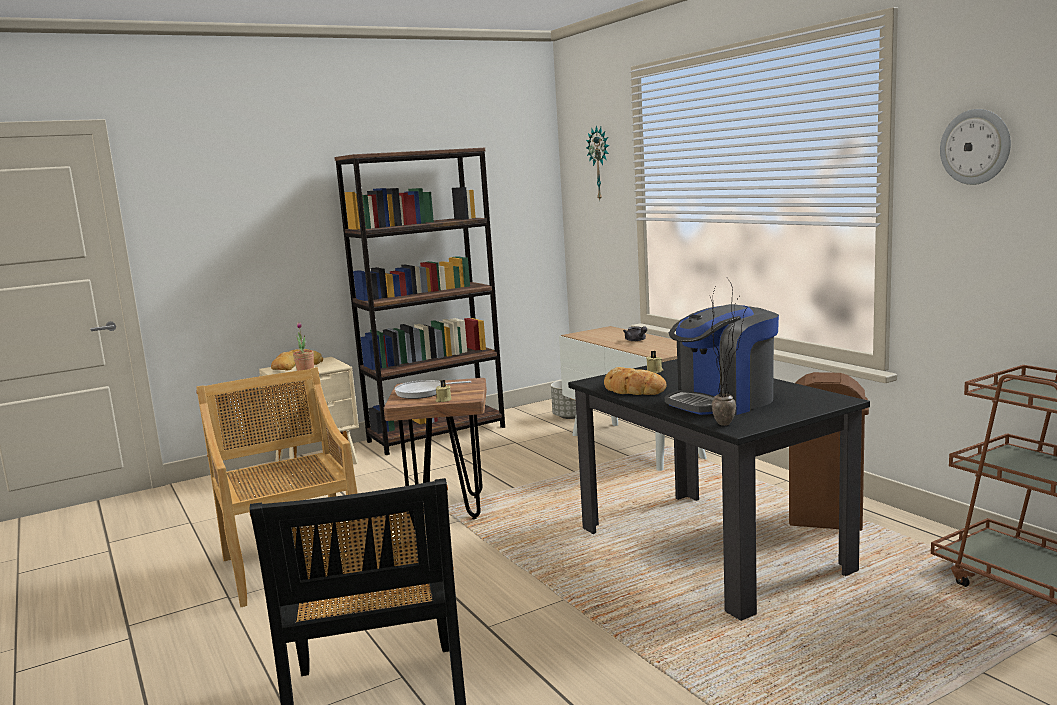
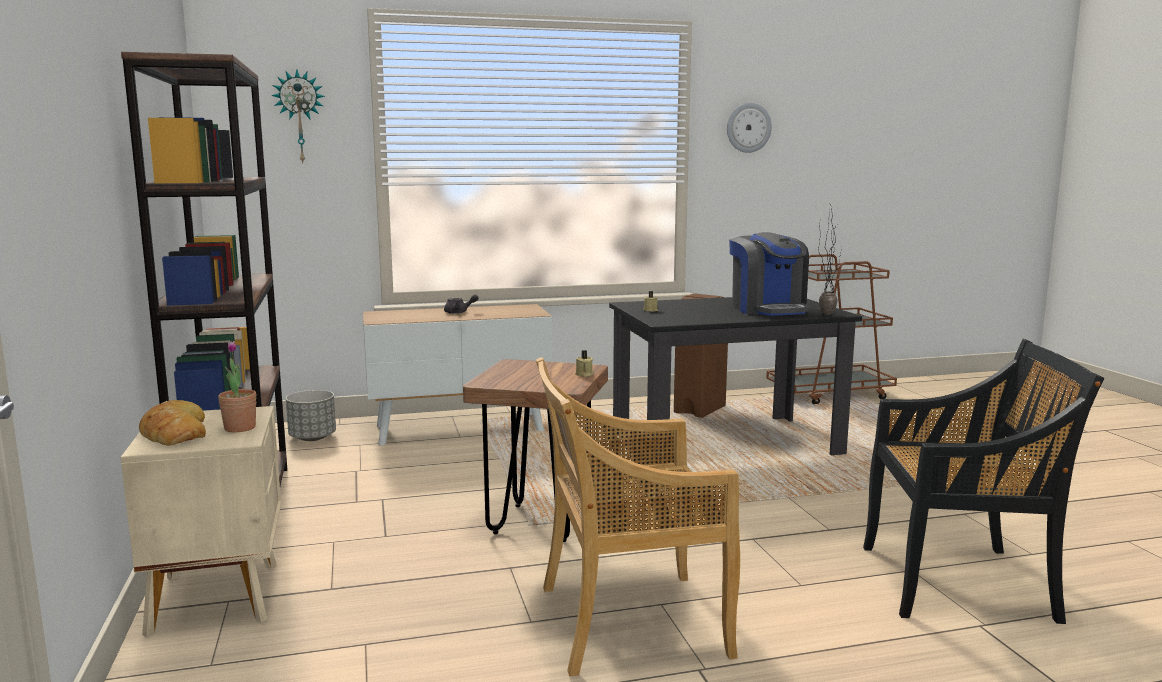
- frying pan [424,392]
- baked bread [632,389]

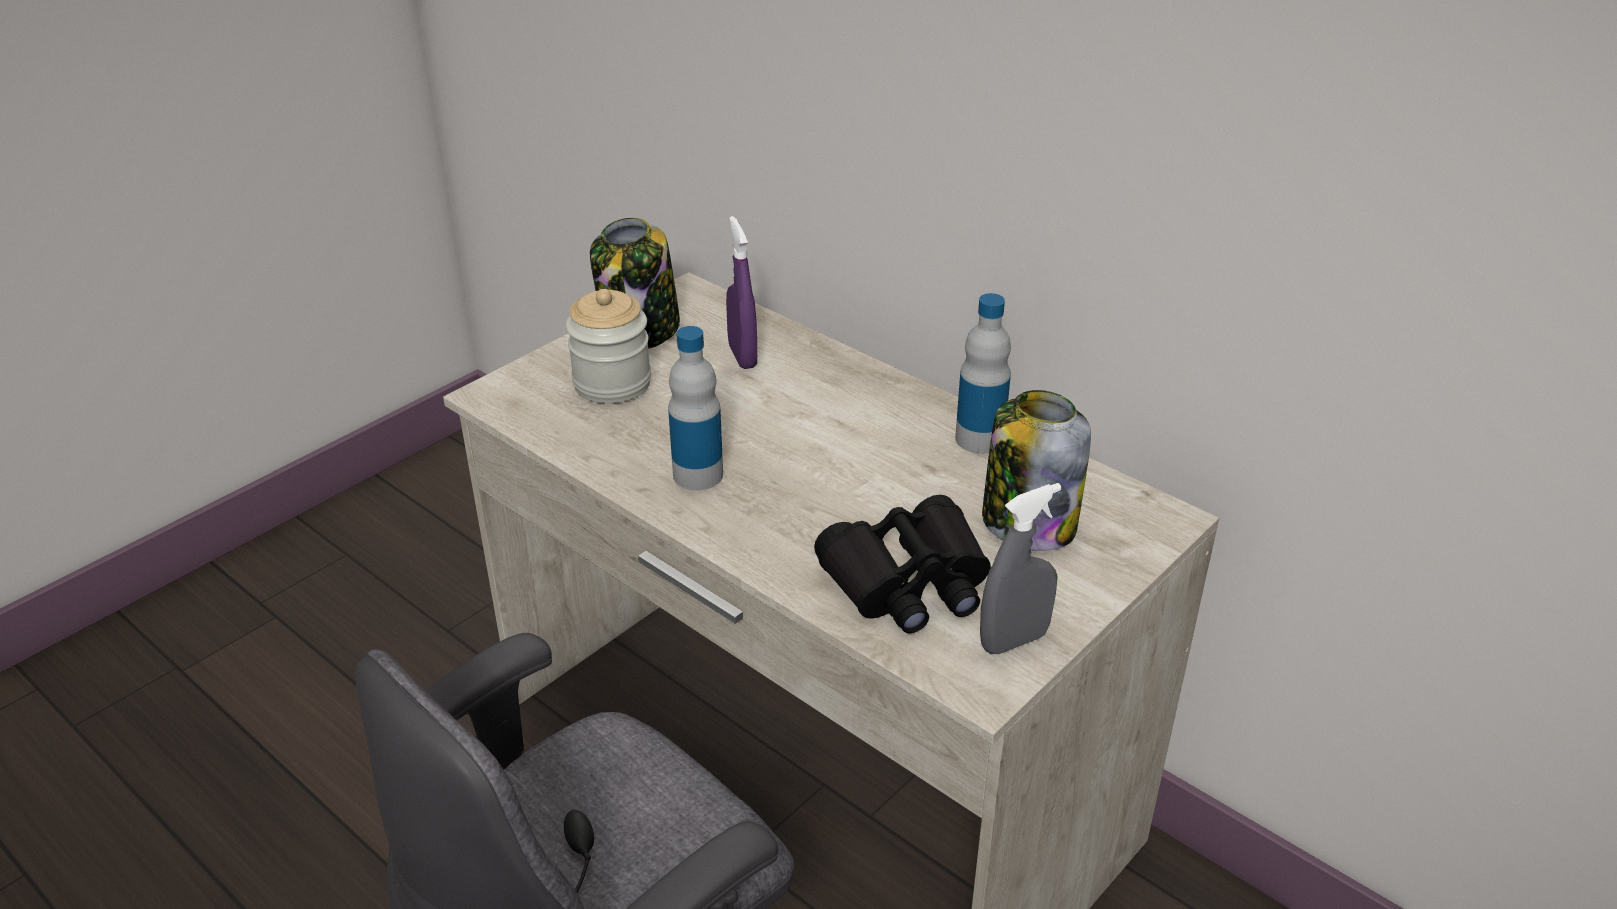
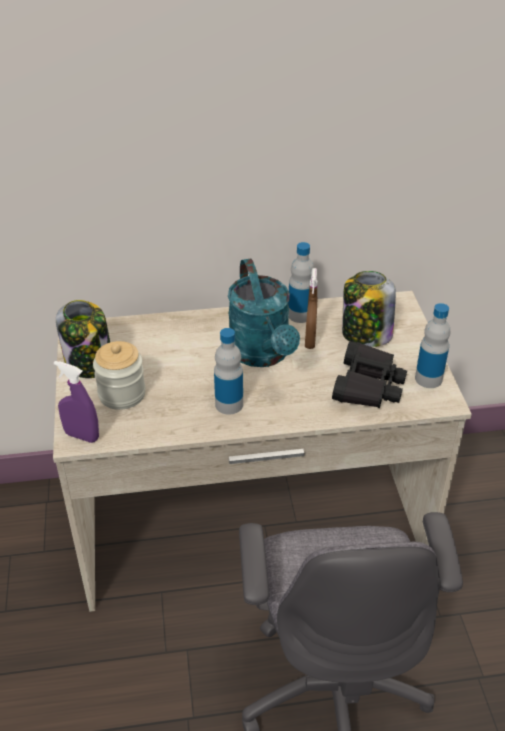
+ blue-green sprinkling can [263,355]
+ brown-coloured sprayer [310,340]
~ purple-coloured sprayer [742,356] to [82,436]
~ greyish sprayer [1014,641] to bottle [428,379]

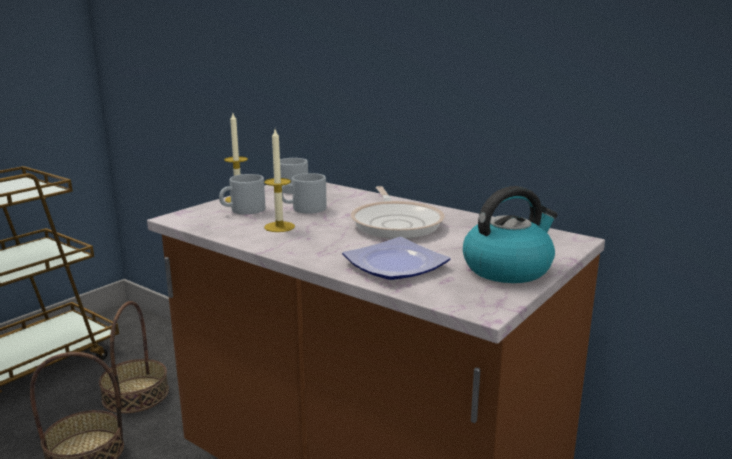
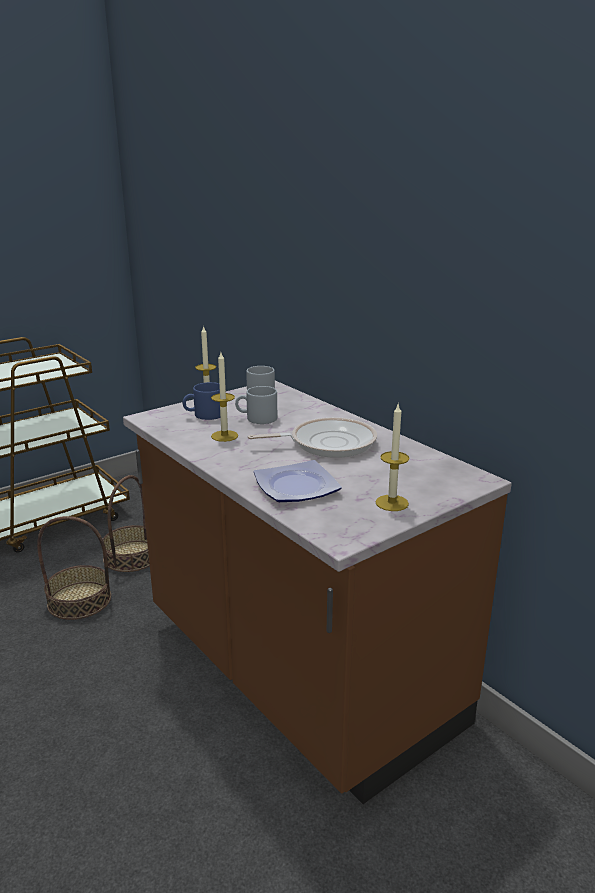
~ kettle [507,268] to wax candle [392,503]
~ greyish tea mug [243,210] to blue-coloured tea mug [204,415]
~ frying pan [396,223] = [327,443] 105 degrees counterclockwise

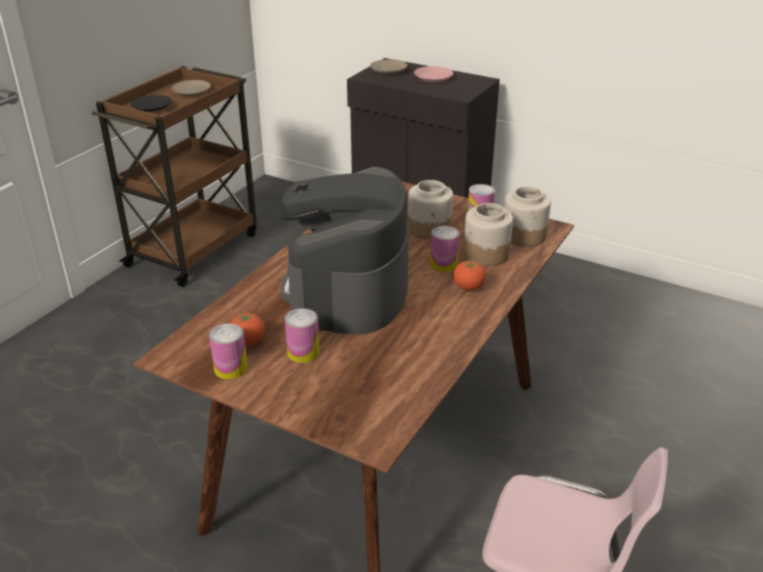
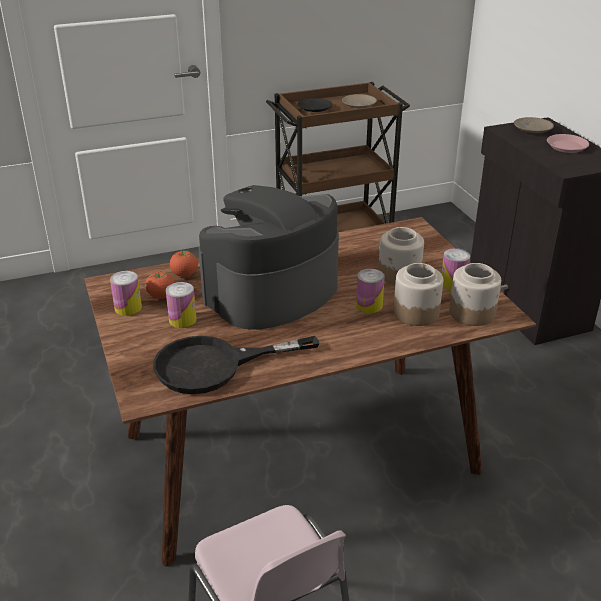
+ black frying pan [214,365]
~ whole tomato [468,287] to [184,274]

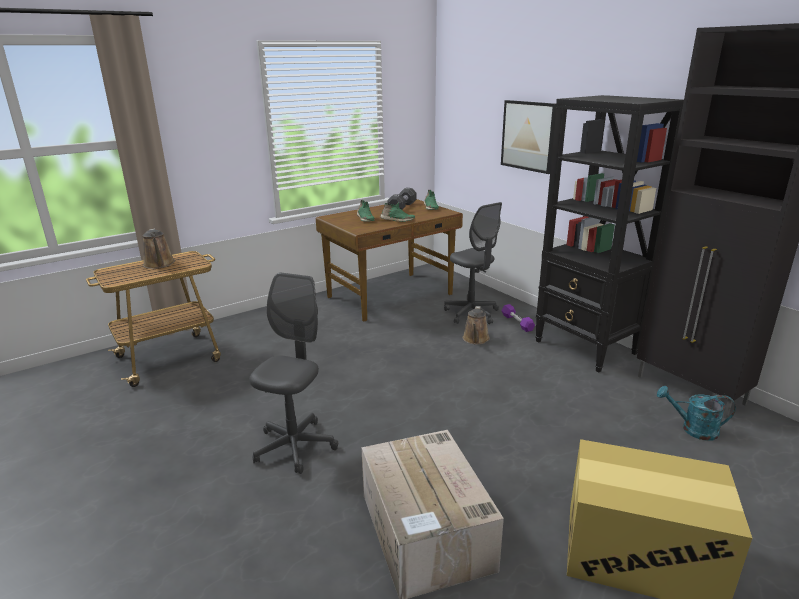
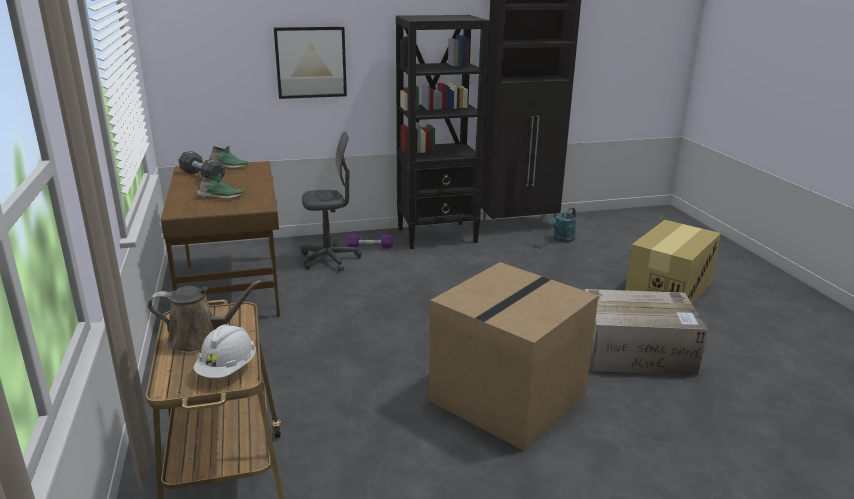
- greenish low shoe [397,220]
- brown-coloured sprinkling can [475,339]
+ white hard hat [227,369]
~ greyish computer chair [295,447] to cardboard box [507,395]

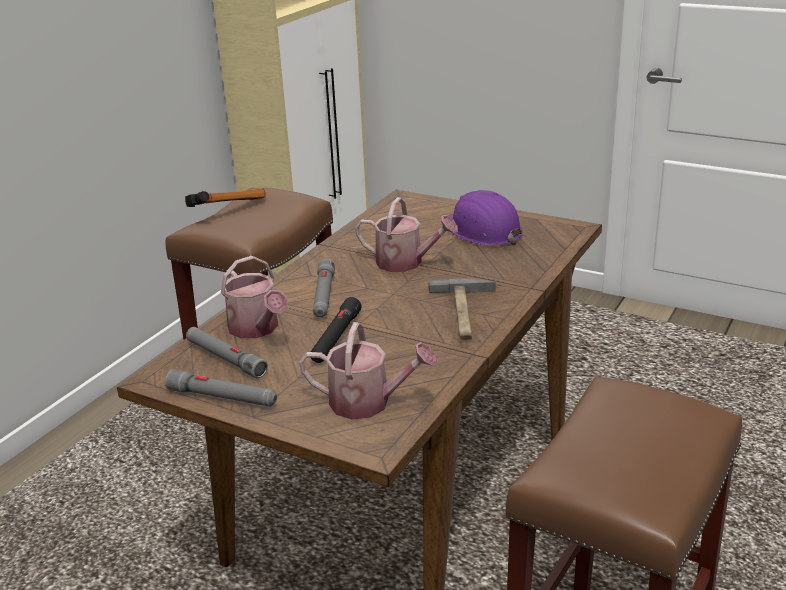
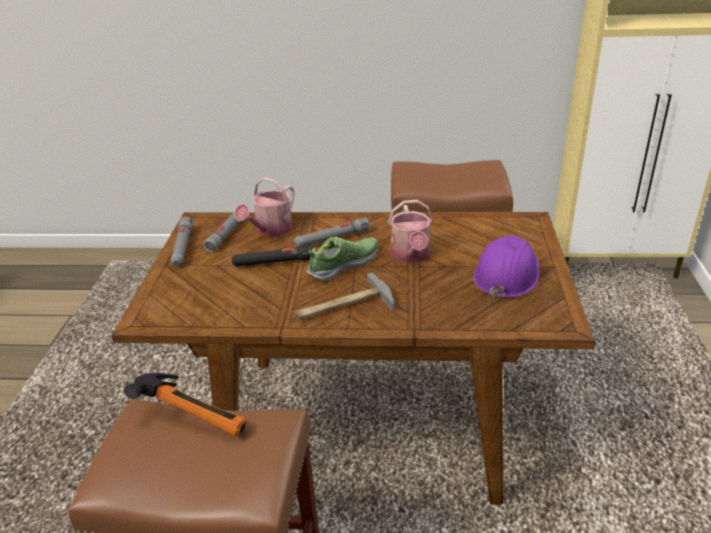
- sprinkling can [368,402]
+ low shoe [344,265]
~ hand hammer [225,210] to [196,414]

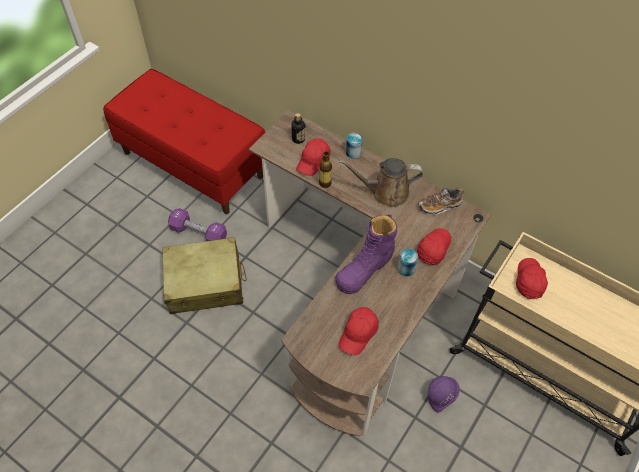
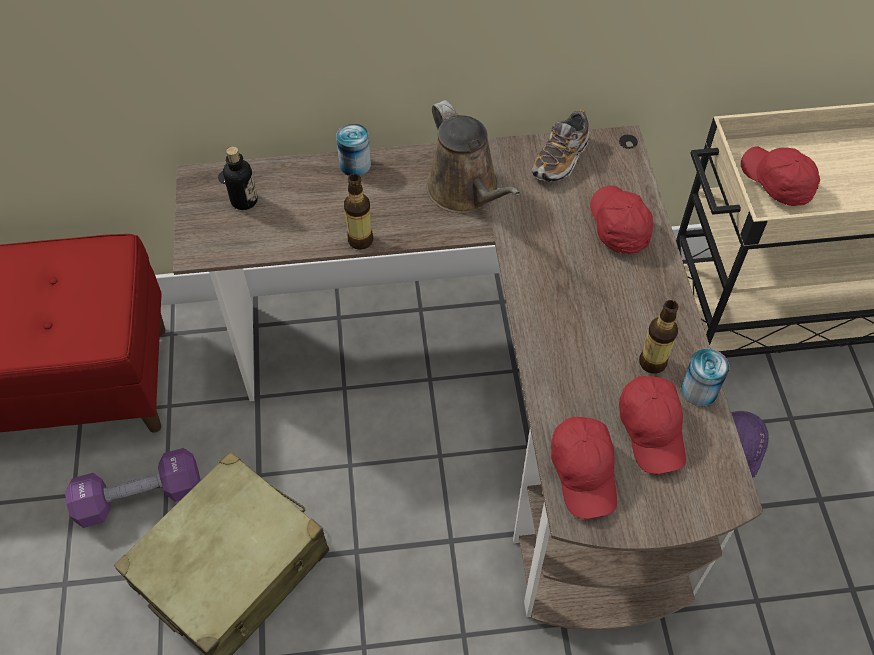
- purple-coloured tall boot [365,268]
+ bottle [652,362]
~ reddish peaked cap [313,161] to [584,472]
~ can [406,268] to [699,390]
~ brown-coloured sprinkling can [385,192] = [466,192] 75 degrees counterclockwise

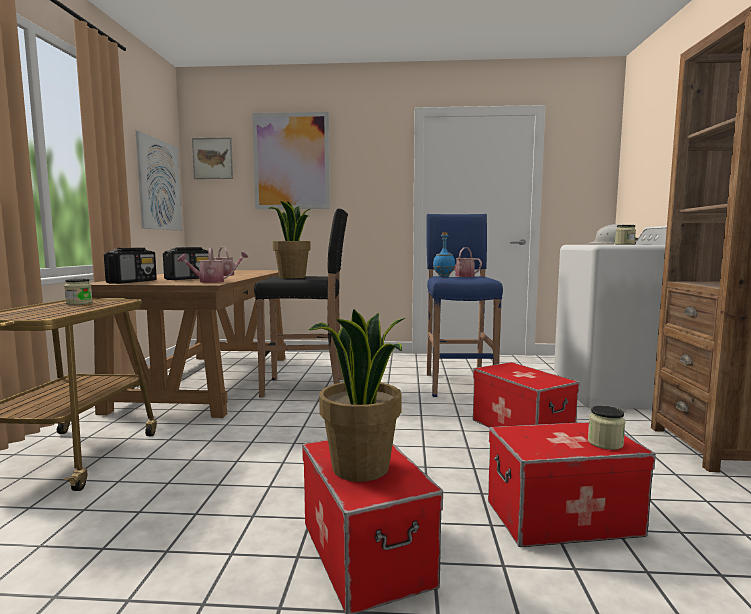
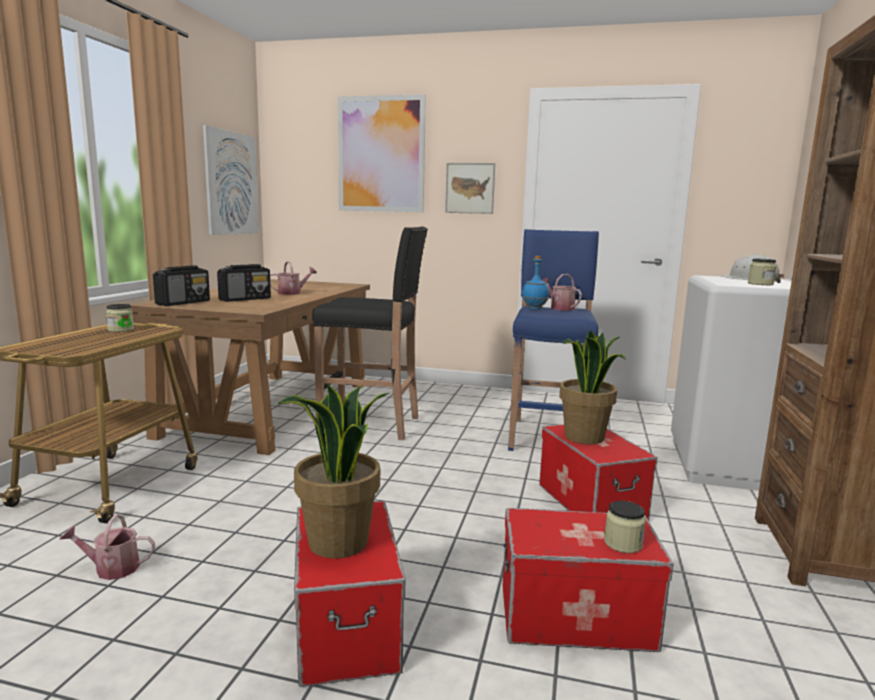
~ sprinkling can [207,281] to [111,568]
~ wall picture [212,158] to [470,188]
~ plant in a pot [292,277] to [584,437]

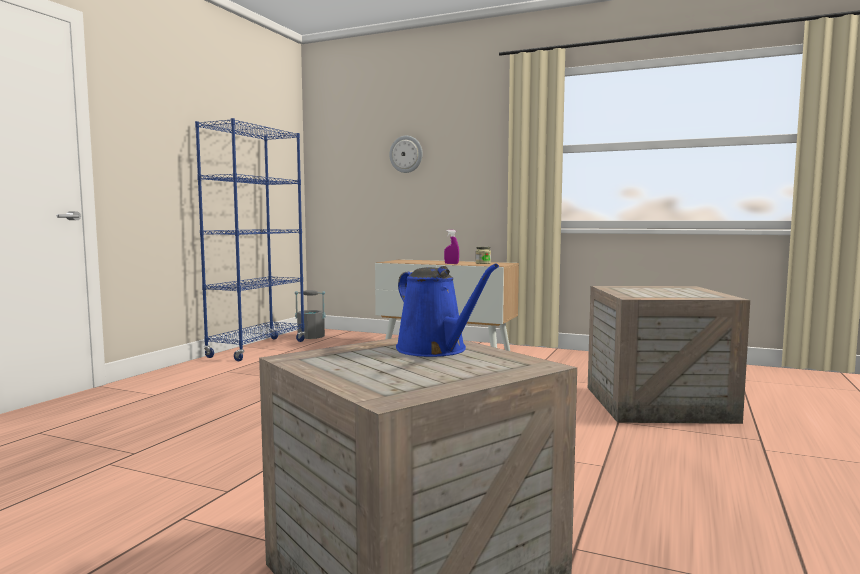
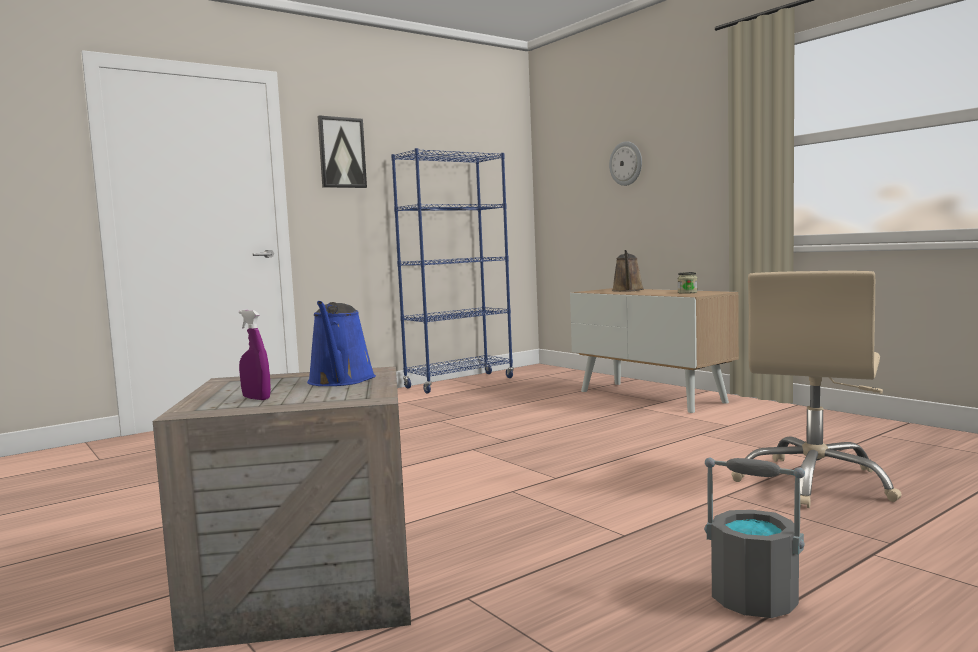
+ wall picture [341,152]
+ brown-coloured sprinkling can [628,290]
~ greyish pail [311,337] to [753,600]
~ purple-coloured sprayer [451,264] to [256,398]
~ crate [656,404] to beige computer chair [815,483]

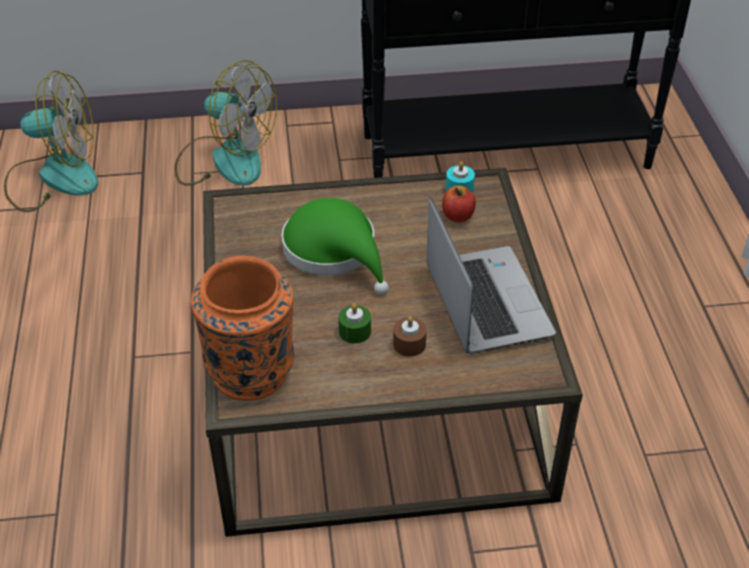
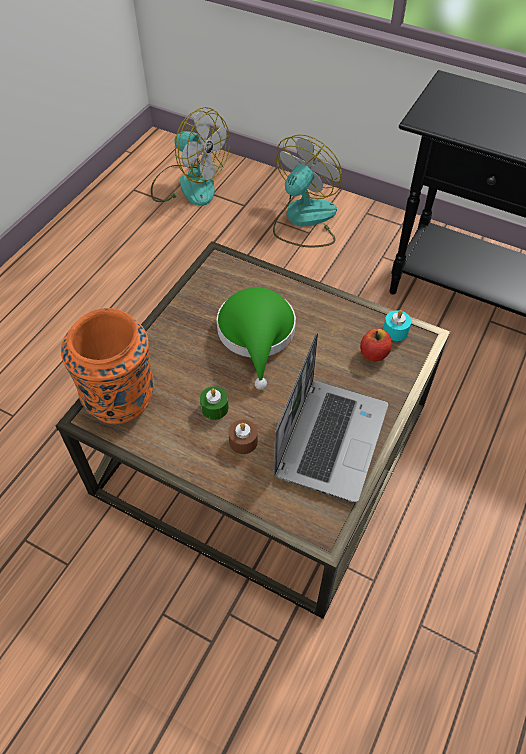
~ fan [225,159] = [303,220] 120 degrees counterclockwise

